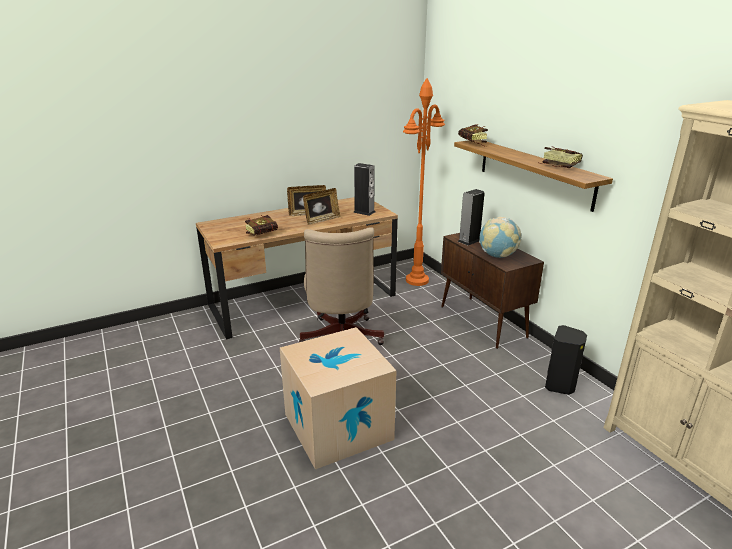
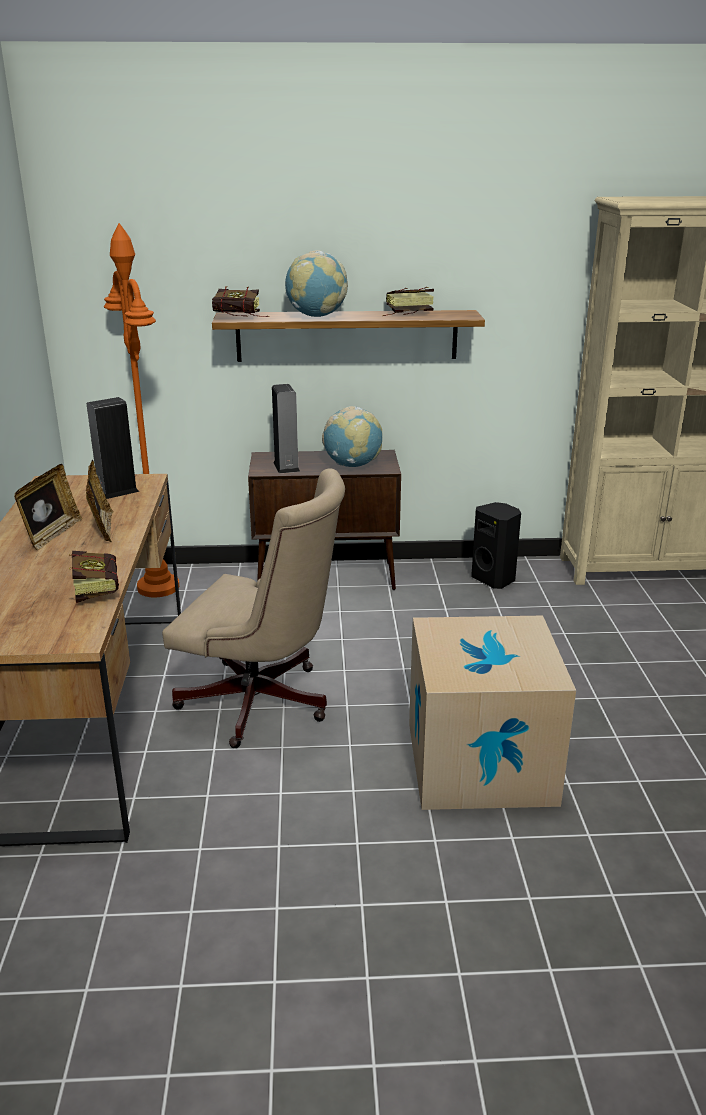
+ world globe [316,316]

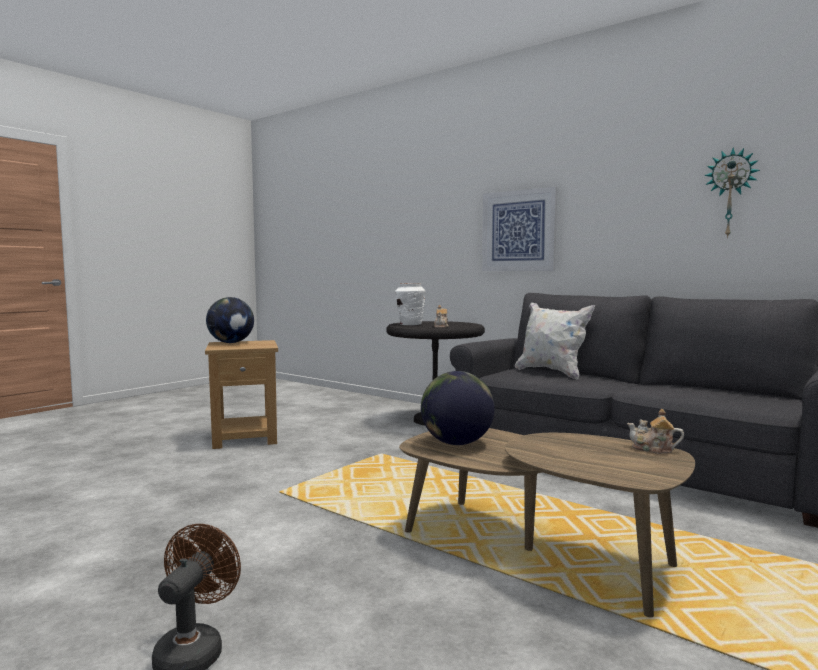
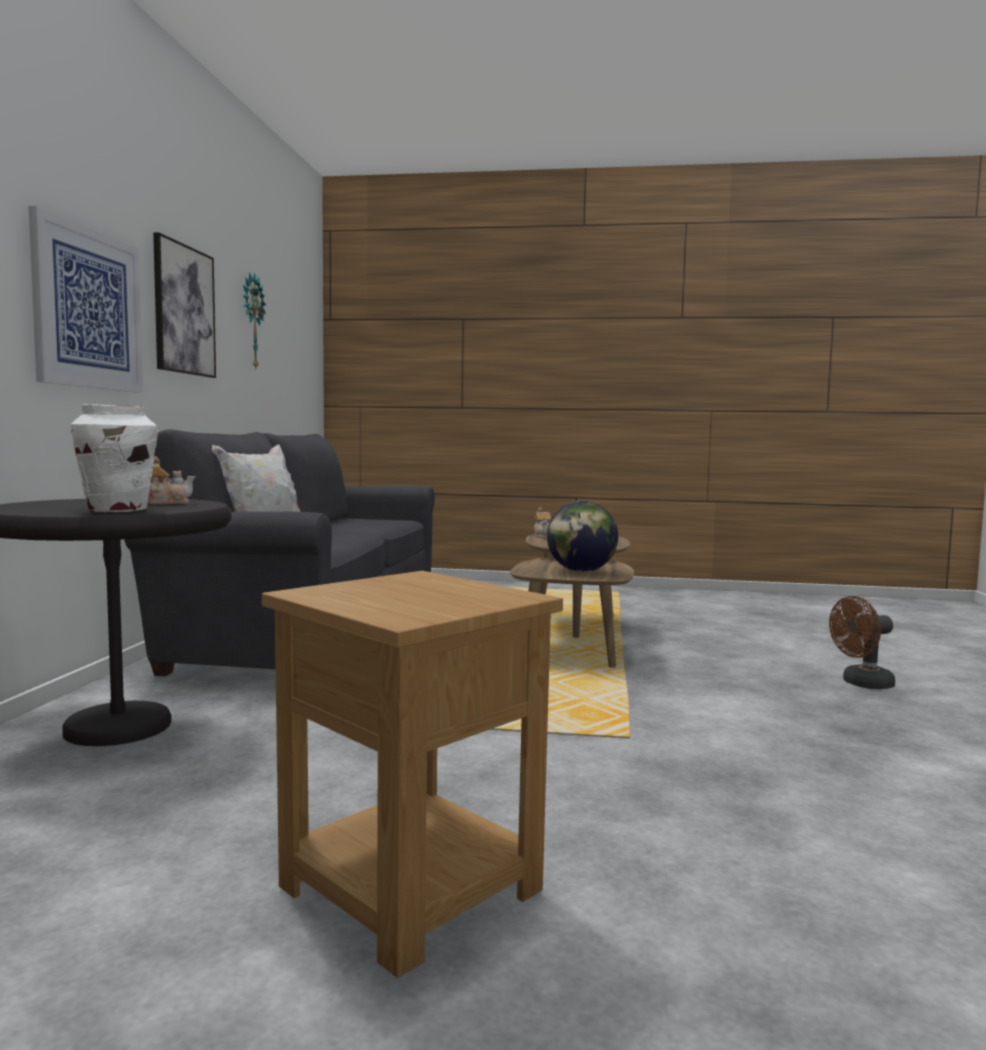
- world globe [231,343]
+ wall picture [184,310]

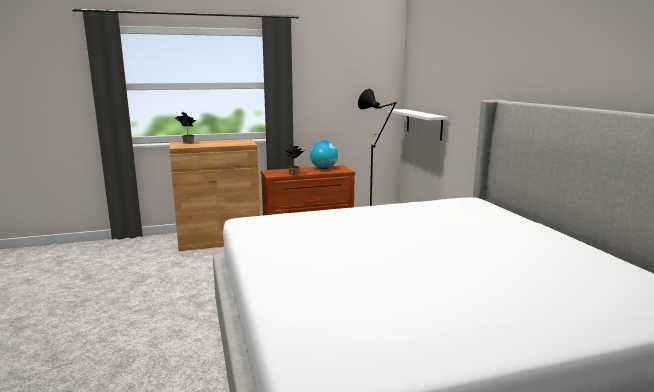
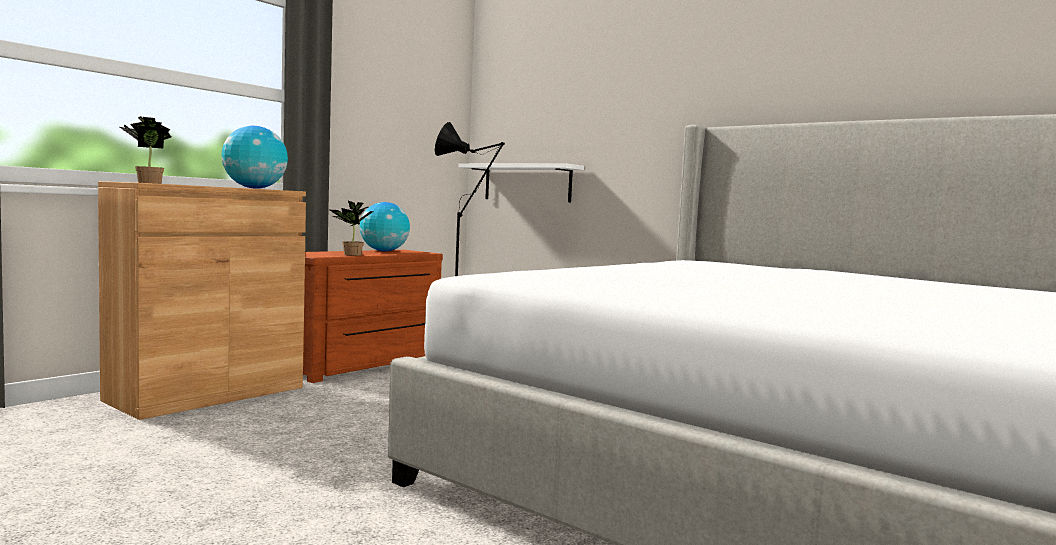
+ world globe [255,188]

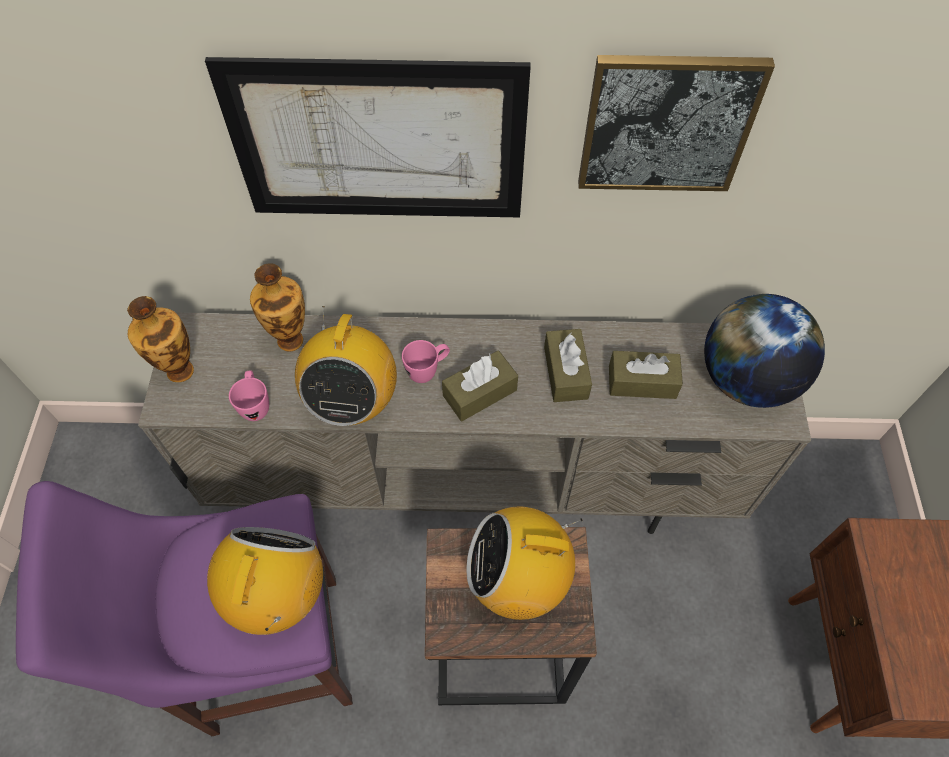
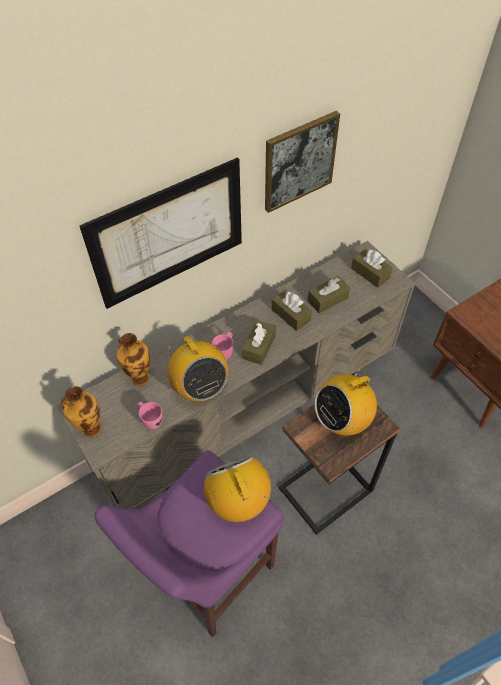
~ world globe [746,379] to brown-coloured box of tissues [370,273]

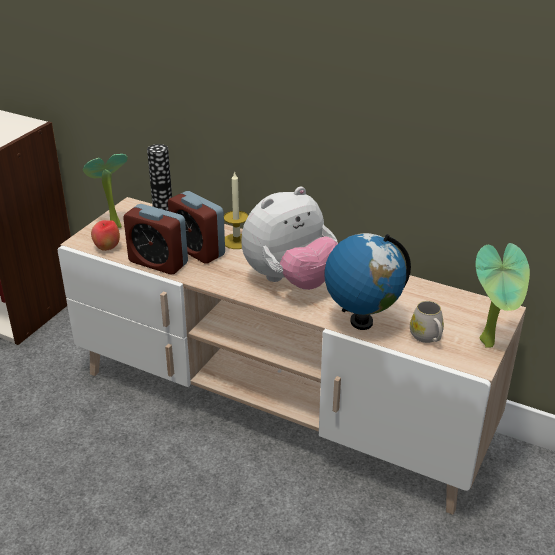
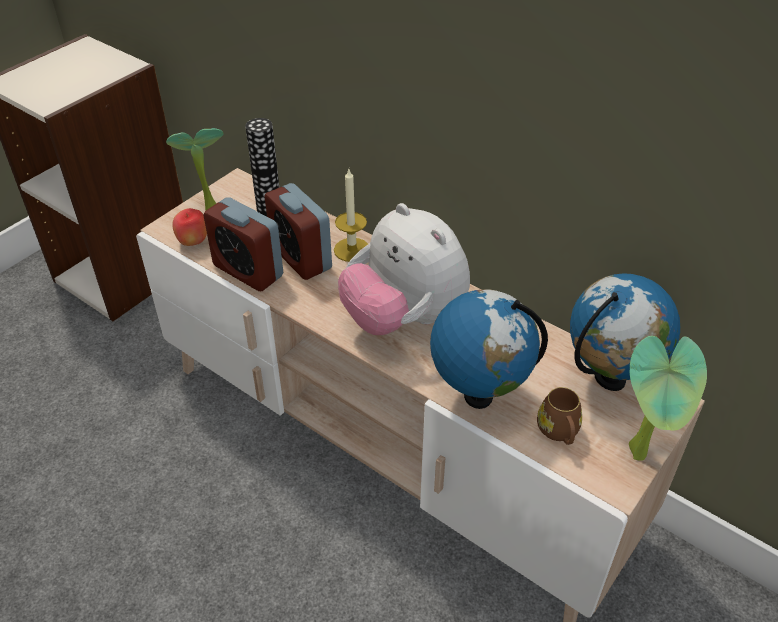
+ world globe [610,379]
~ white tea mug [427,337] to brown-coloured tea mug [559,432]
~ plush toy [290,280] = [404,318] 75 degrees clockwise

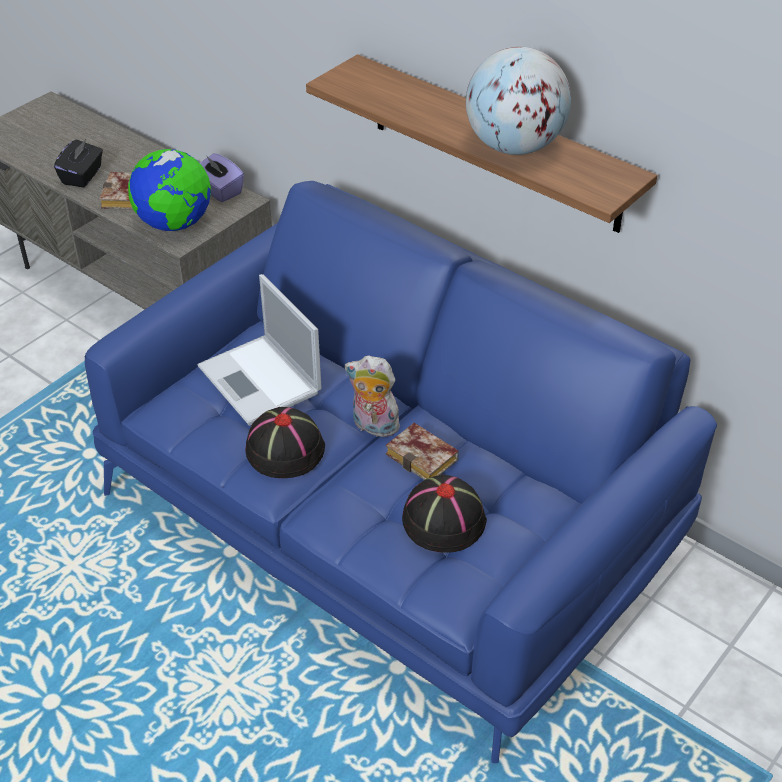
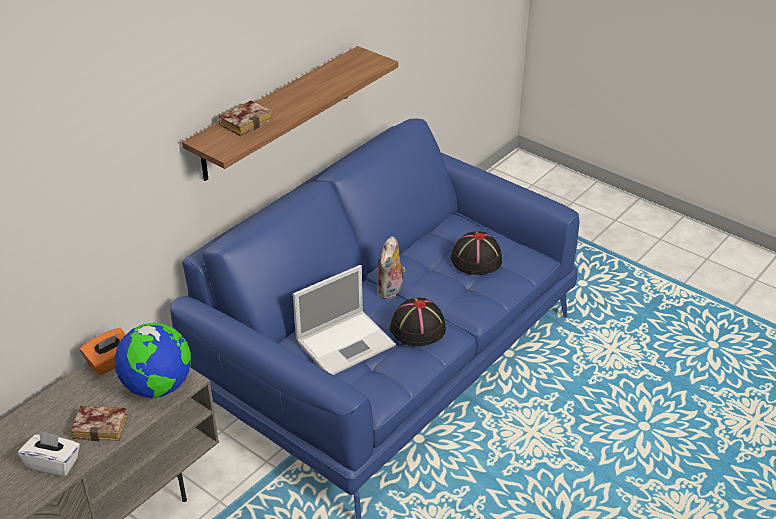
- world globe [514,147]
~ bound book [425,458] to [246,121]
~ black box of tissues [82,176] to white box of tissues [54,463]
~ purple-coloured box of tissues [219,190] to orangey box of tissues [111,362]

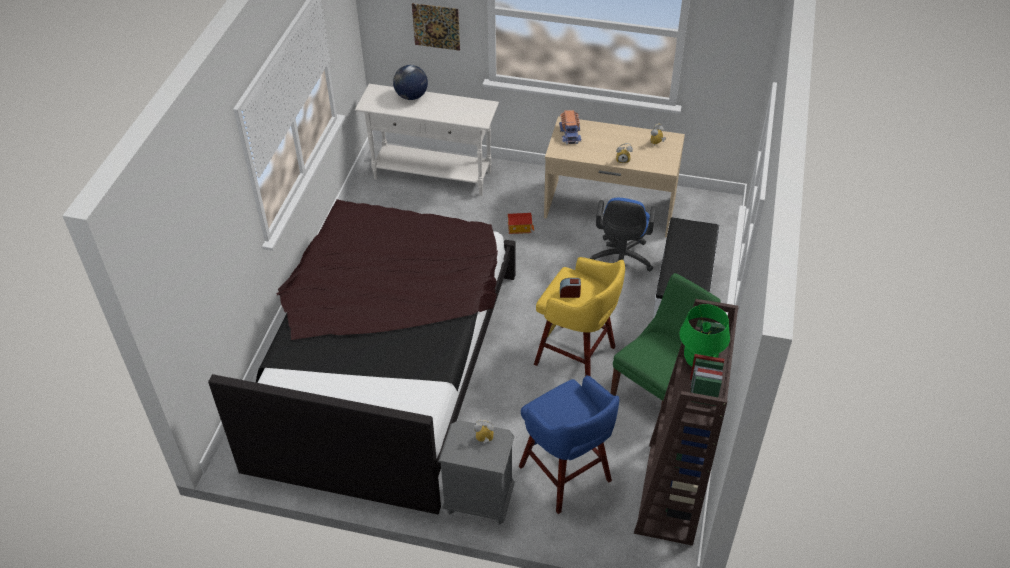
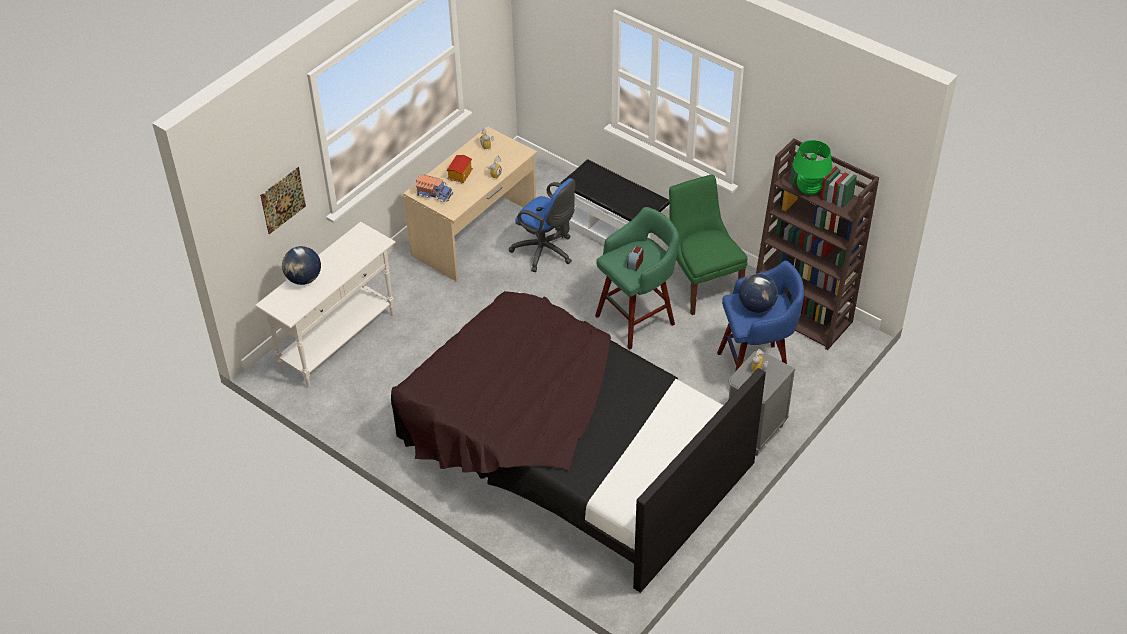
+ world globe [756,306]
~ toy house [519,229] to [460,175]
~ yellow stool seat [577,357] to greenish stool seat [637,319]

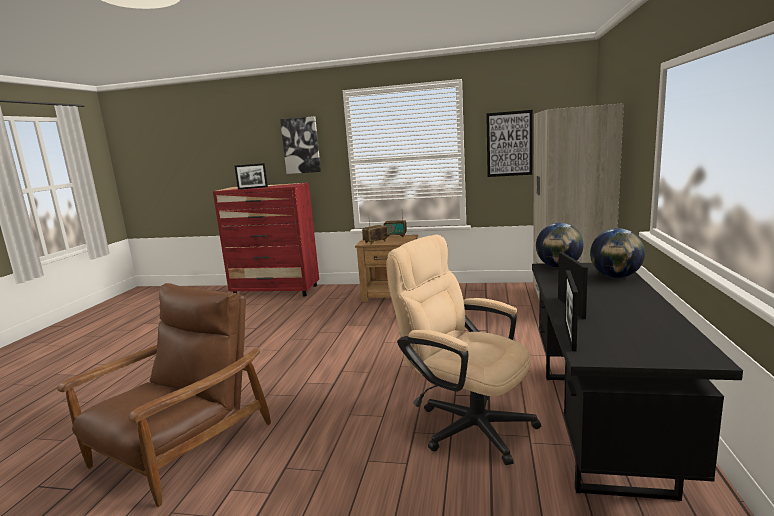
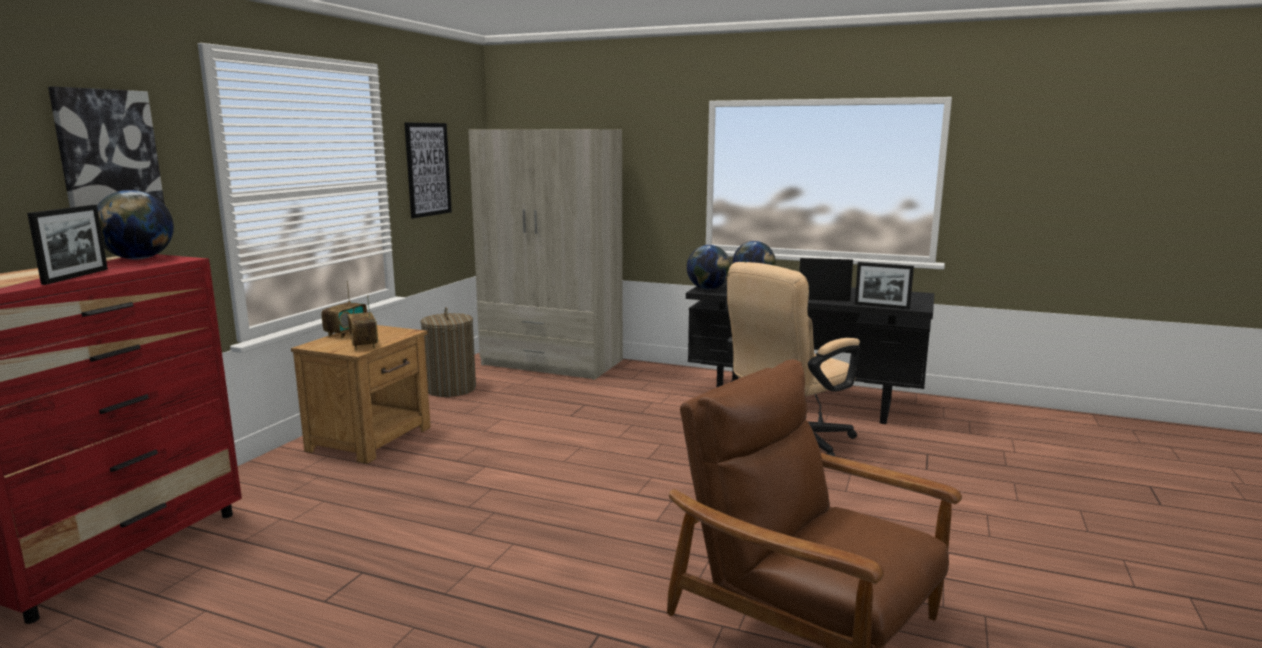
+ world globe [139,259]
+ laundry basket [451,389]

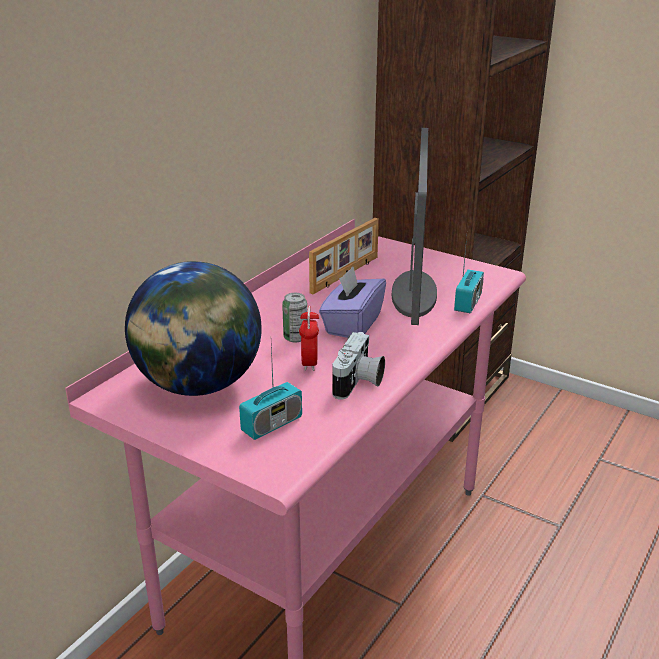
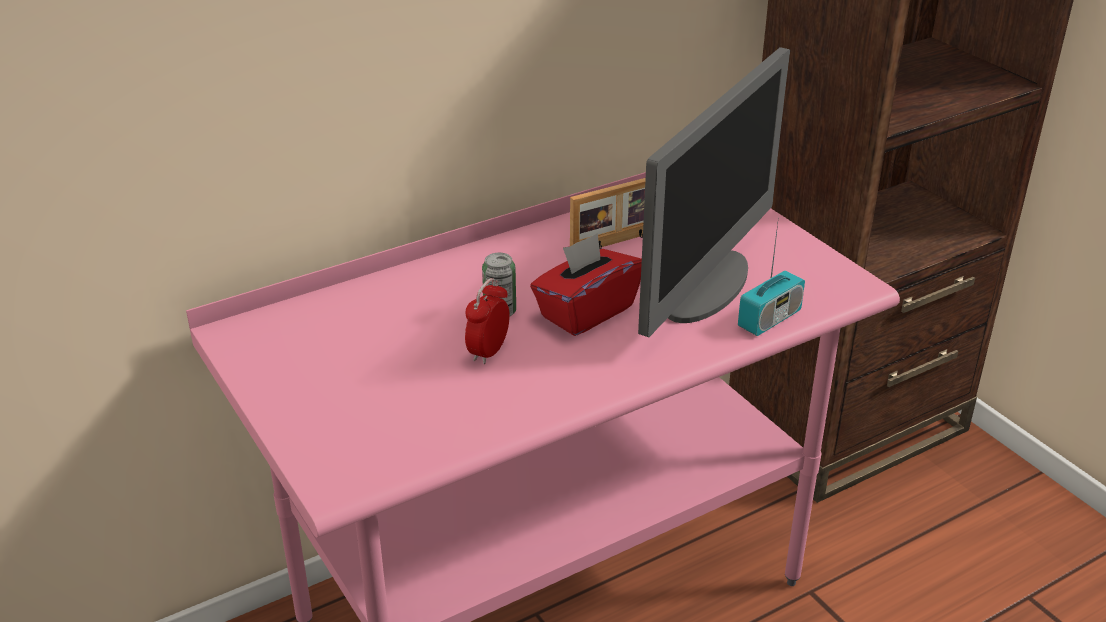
- world globe [199,385]
- radio receiver [272,424]
- photo camera [359,383]
~ purple-coloured box of tissues [352,324] to reddish box of tissues [586,311]

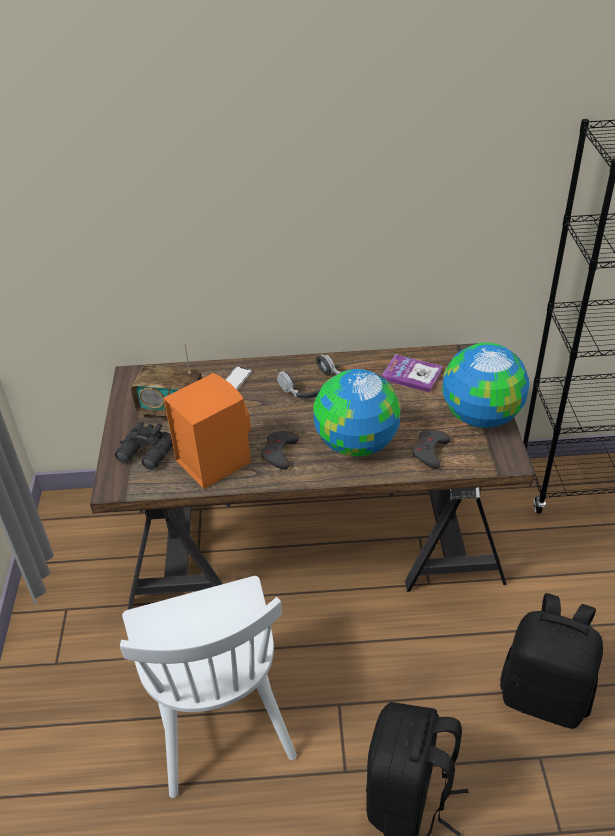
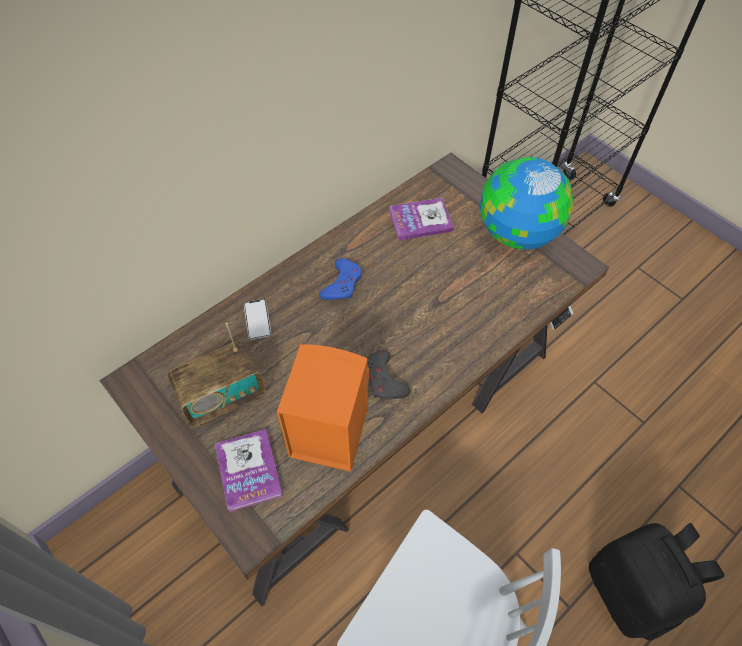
- world globe [356,444]
- greyish gamepad [430,451]
- black backpack [545,695]
~ black field glasses [146,454] to bound book [248,470]
~ headset [312,386] to blue-coloured gamepad [342,284]

